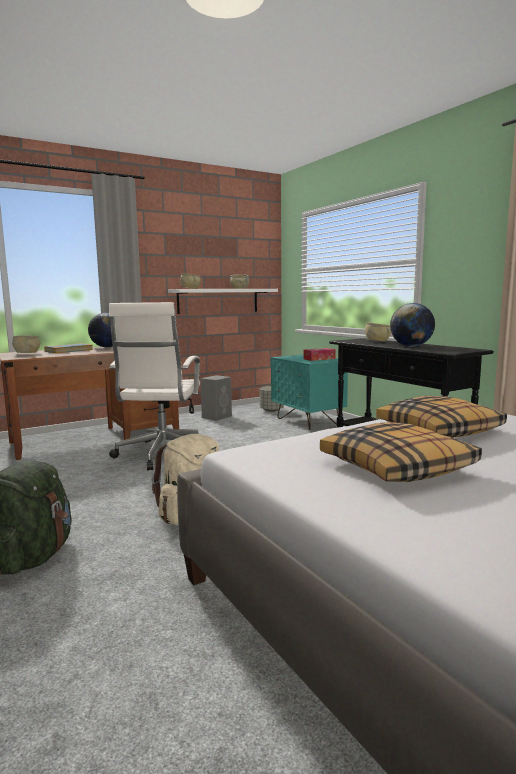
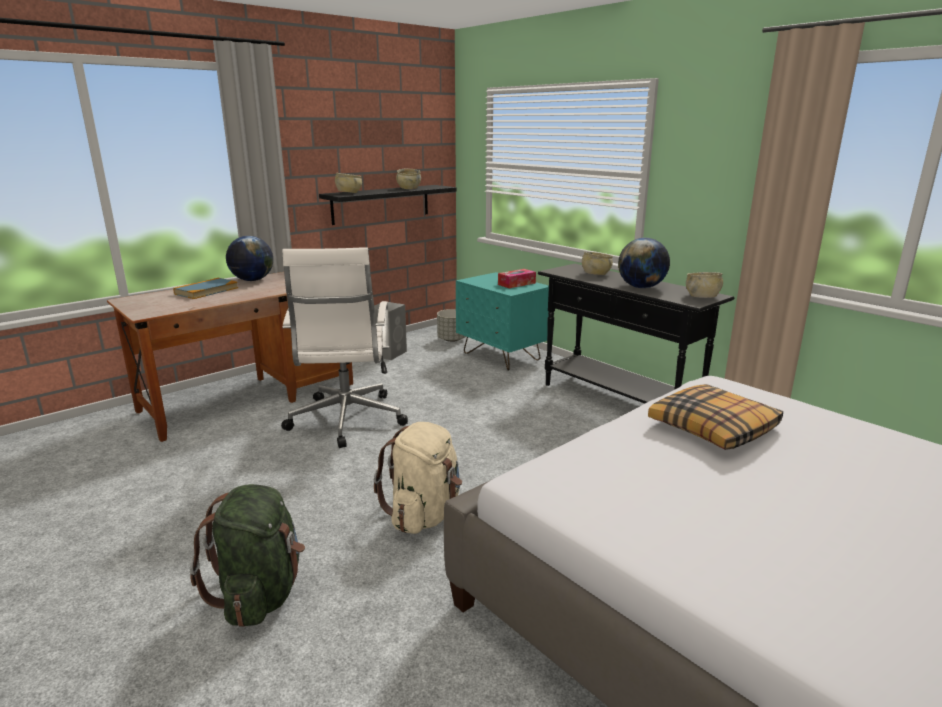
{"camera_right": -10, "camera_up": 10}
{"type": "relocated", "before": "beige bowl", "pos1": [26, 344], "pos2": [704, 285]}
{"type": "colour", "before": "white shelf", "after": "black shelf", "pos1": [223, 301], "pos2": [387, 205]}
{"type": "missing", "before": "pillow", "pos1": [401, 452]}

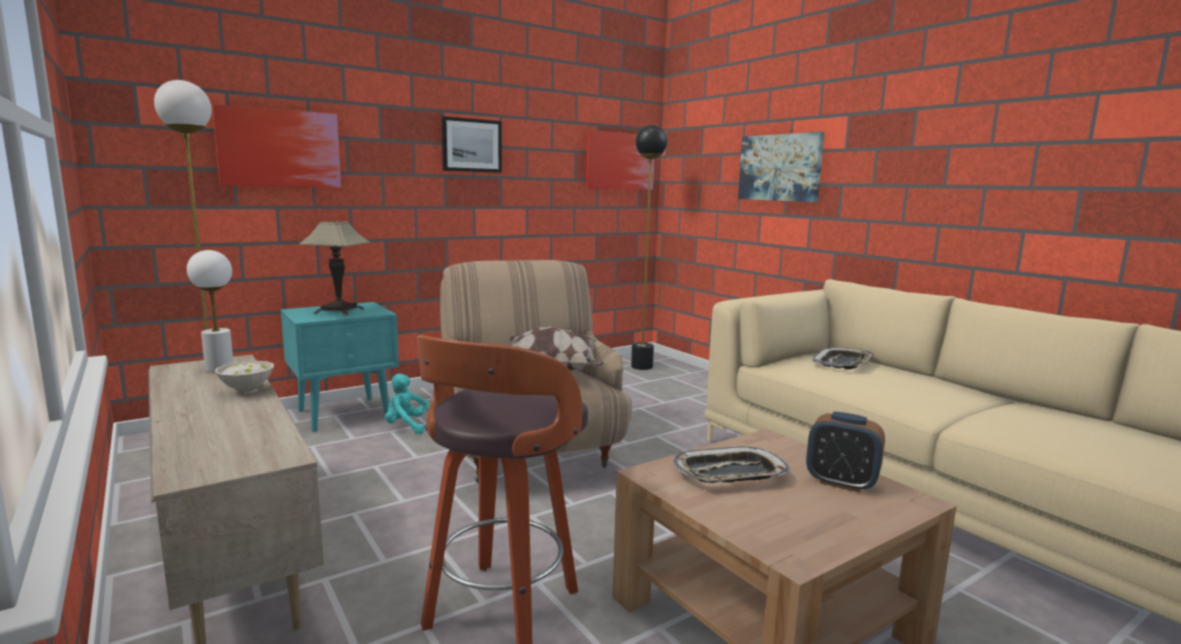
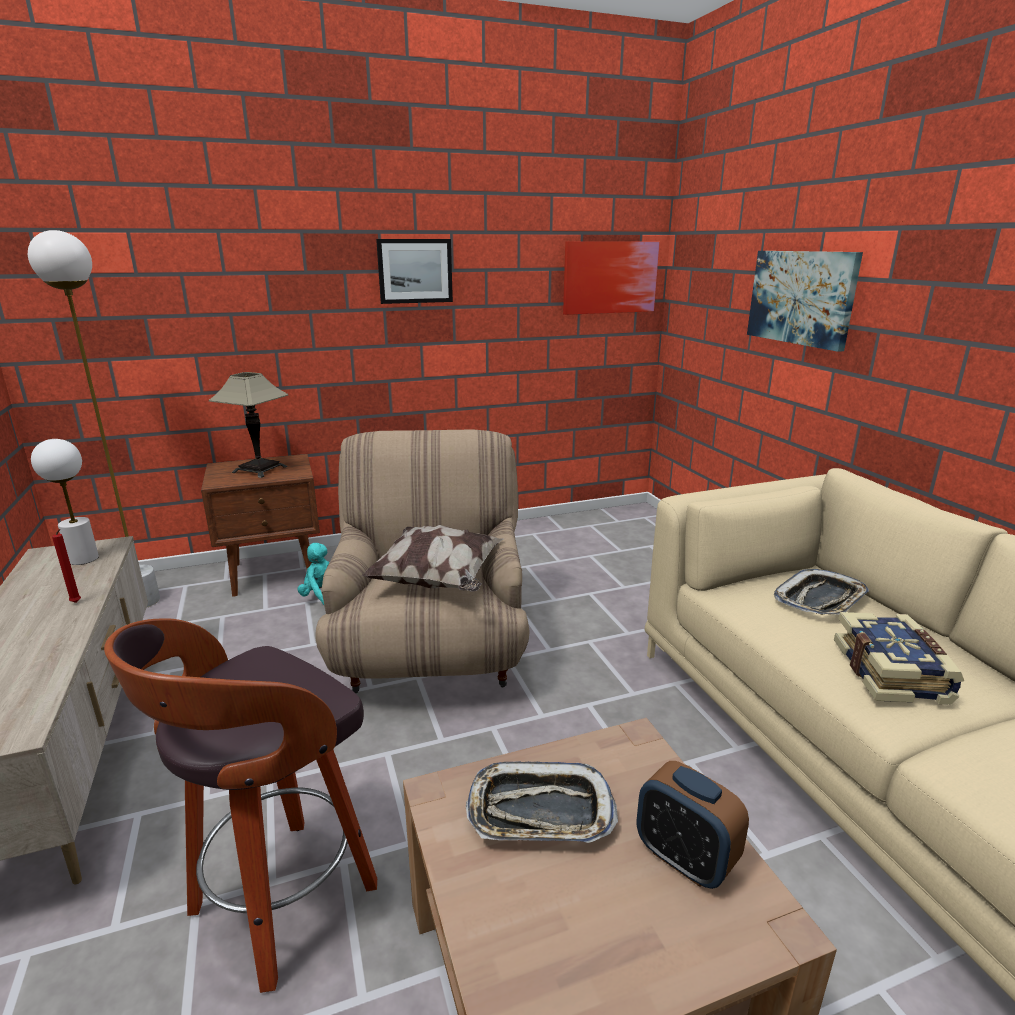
{"camera_right": 15, "camera_up": 10}
{"type": "missing", "before": "picture", "pos1": [276, 146]}
{"type": "exchanged", "before": "white bowl", "after": "red candle", "pos1": [244, 377], "pos2": [66, 566]}
{"type": "colour", "before": "turquoise nightstand", "after": "brown nightstand", "pos1": [339, 367], "pos2": [260, 525]}
{"type": "missing", "before": "black floor lamp", "pos1": [649, 247]}
{"type": "appeared", "after": "book", "pos2": [899, 658]}

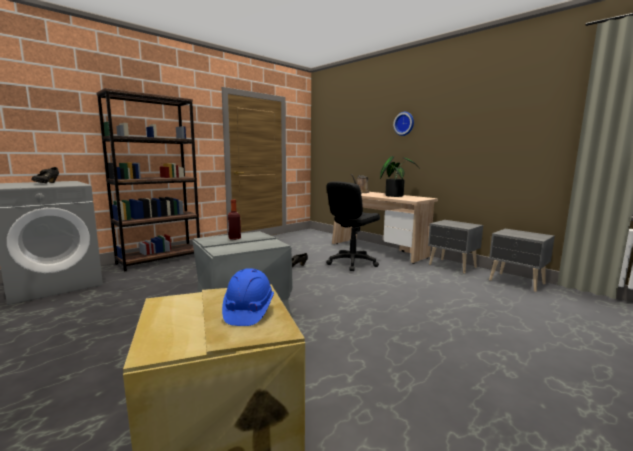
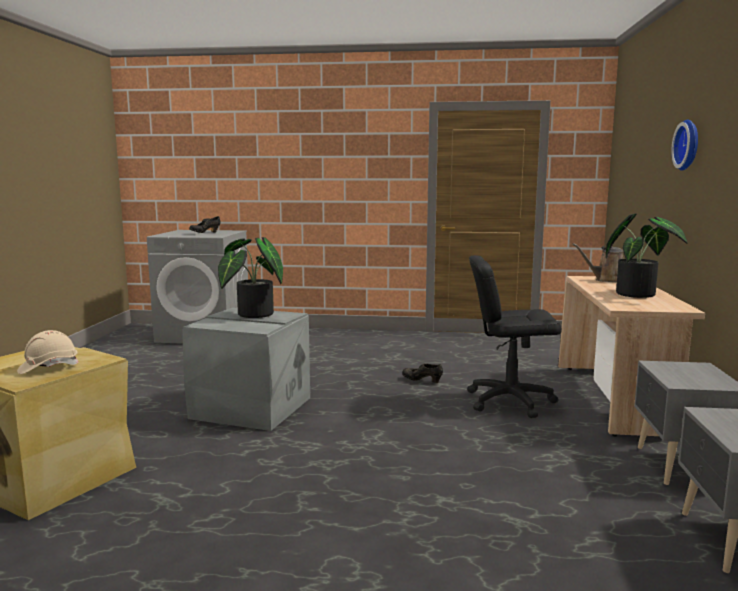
{"camera_right": 50, "camera_up": 0}
{"type": "missing", "before": "brown bookcase", "pos1": [148, 180]}
{"type": "colour", "before": "blue hard hat", "after": "beige hard hat", "pos1": [248, 297], "pos2": [48, 352]}
{"type": "exchanged", "before": "bottle", "after": "potted plant", "pos1": [234, 220], "pos2": [250, 277]}

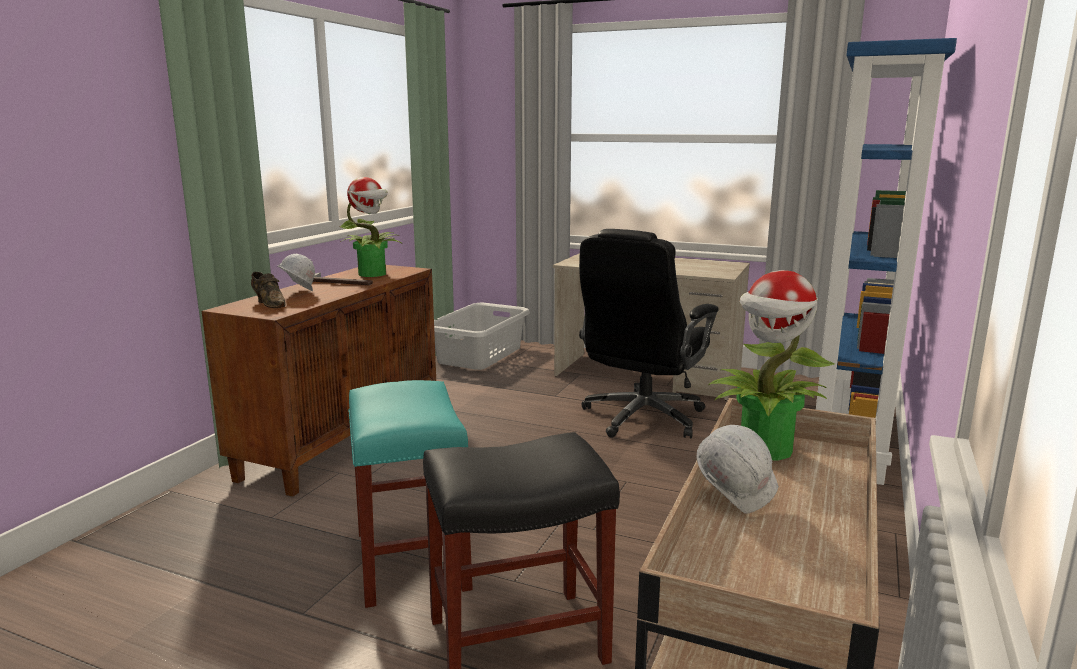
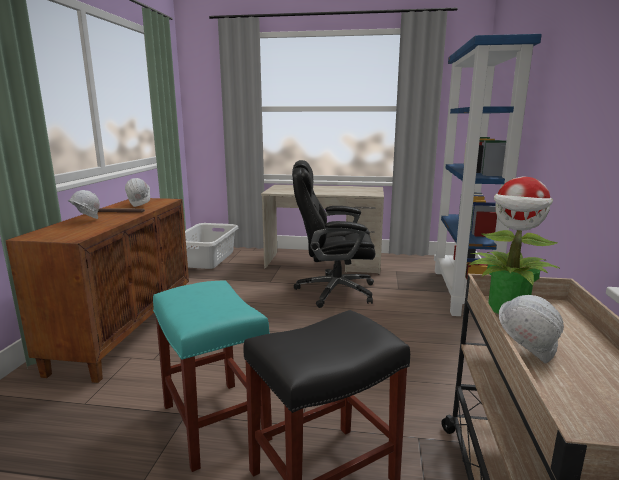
{"camera_right": -15, "camera_up": 0}
{"type": "missing", "before": "brown shoe", "pos1": [268, 290]}
{"type": "exchanged", "before": "potted plant", "after": "white hard hat", "pos1": [370, 227], "pos2": [137, 192]}
{"type": "spun", "before": "black office chair", "pos1": [649, 333], "pos2": [333, 234], "turn": 75}

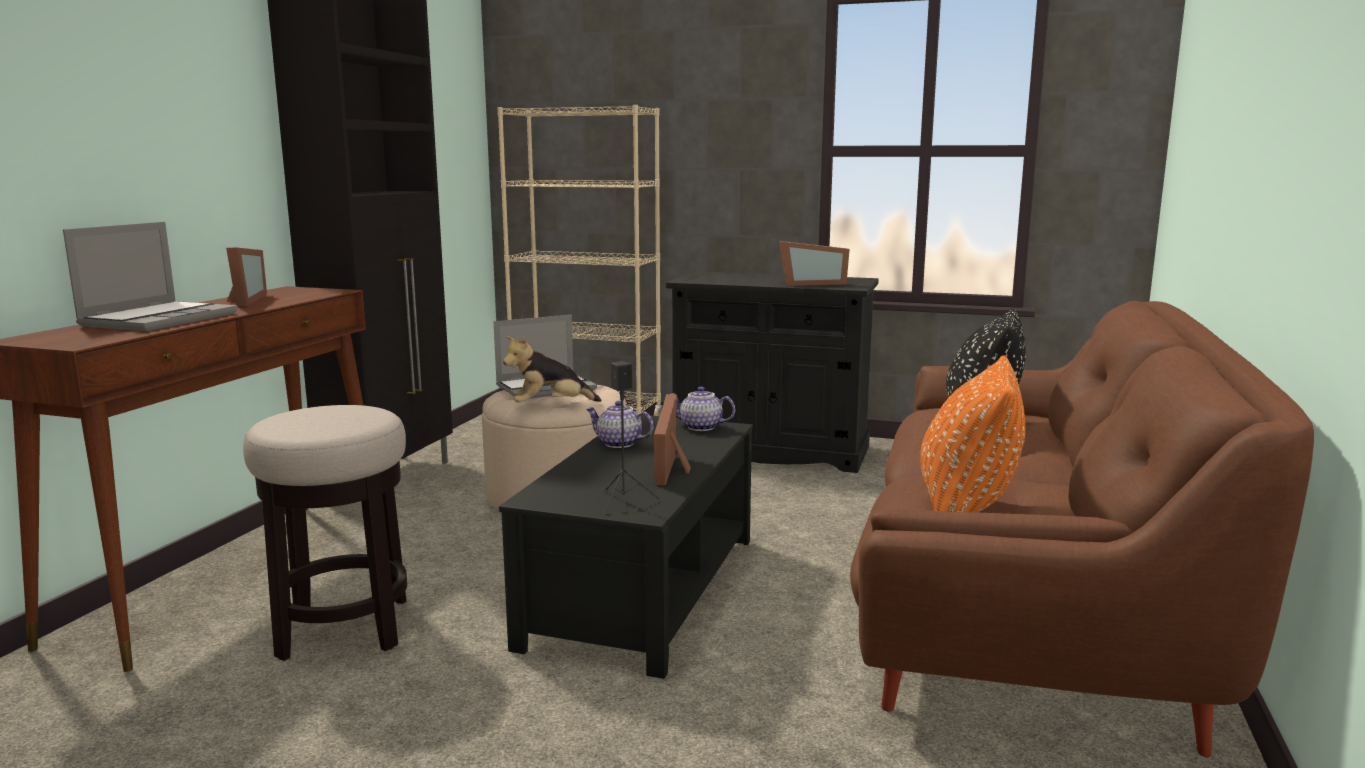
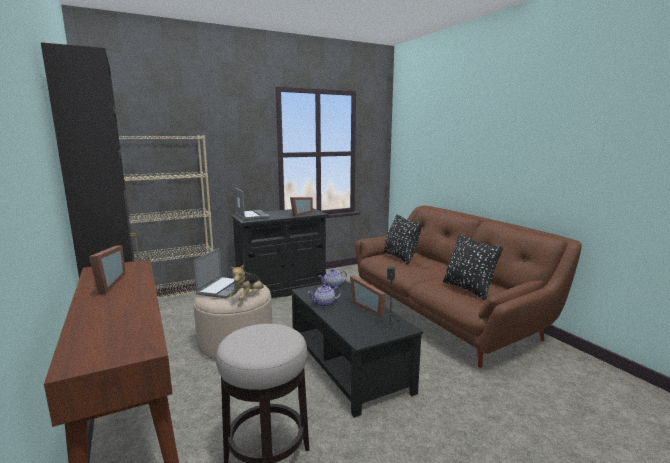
{"camera_right": -45, "camera_up": 0}
{"type": "relocated", "before": "laptop", "pos1": [150, 276], "pos2": [252, 203]}
{"type": "spun", "before": "picture frame", "pos1": [246, 277], "pos2": [107, 270], "turn": 45}
{"type": "colour", "before": "orange pillow", "after": "black pillow", "pos1": [973, 434], "pos2": [473, 267]}

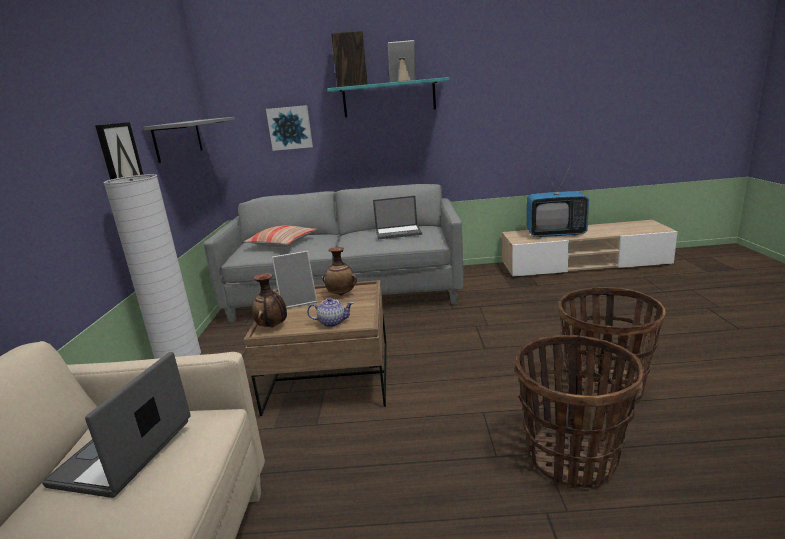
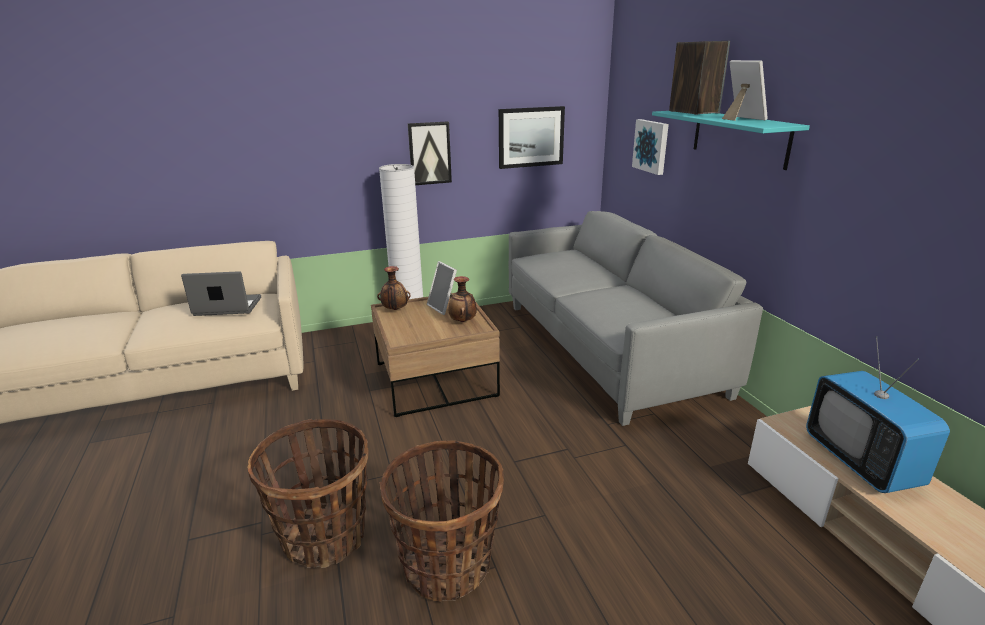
{"camera_right": 70, "camera_up": 5}
{"type": "exchanged", "before": "grey shelf", "after": "picture", "pos1": [189, 140], "pos2": [532, 137]}
{"type": "missing", "before": "pillow", "pos1": [280, 236]}
{"type": "missing", "before": "teapot", "pos1": [330, 312]}
{"type": "missing", "before": "laptop", "pos1": [397, 217]}

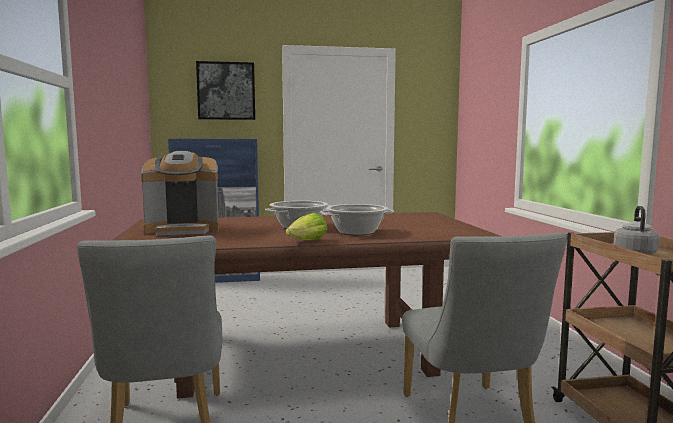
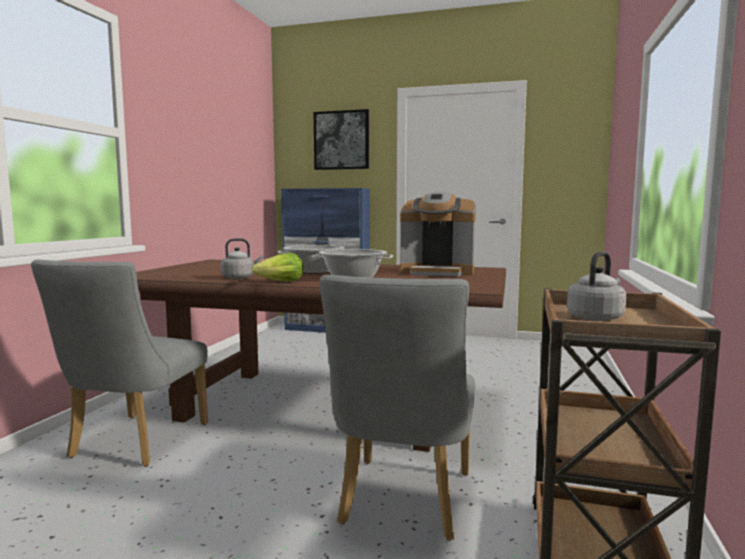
{"camera_right": 25, "camera_up": 0}
{"type": "relocated", "before": "coffee machine", "pos1": [180, 193], "pos2": [438, 234]}
{"type": "appeared", "after": "grey kettle", "pos2": [242, 258]}

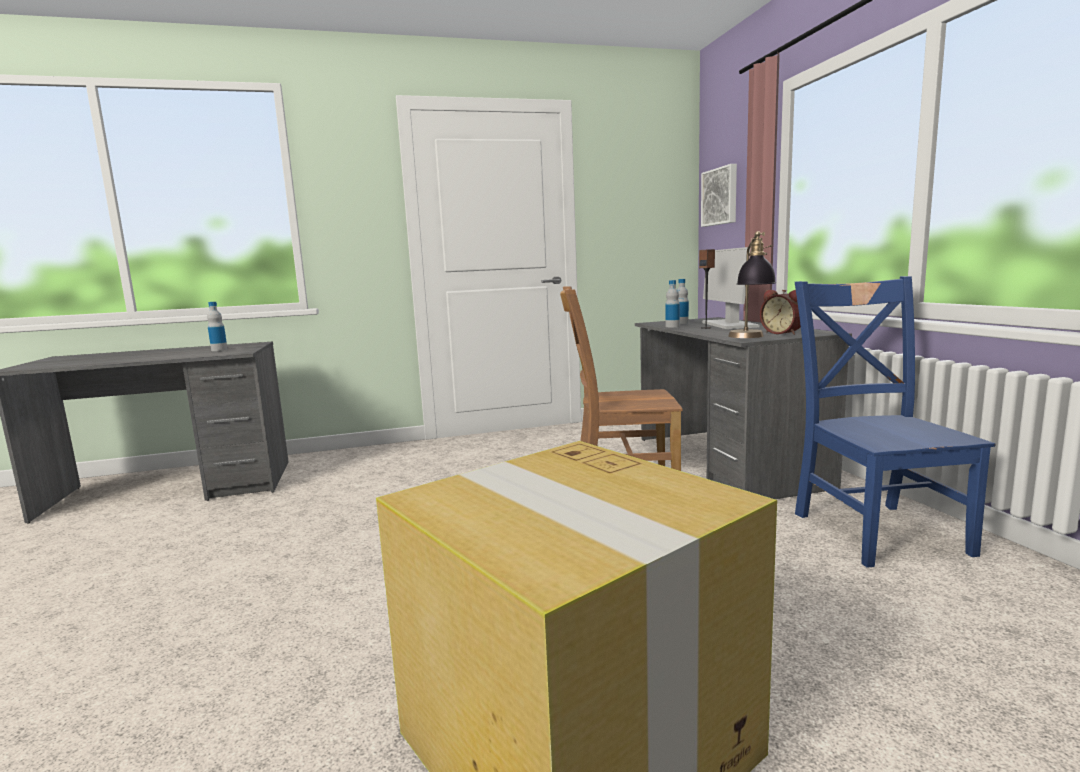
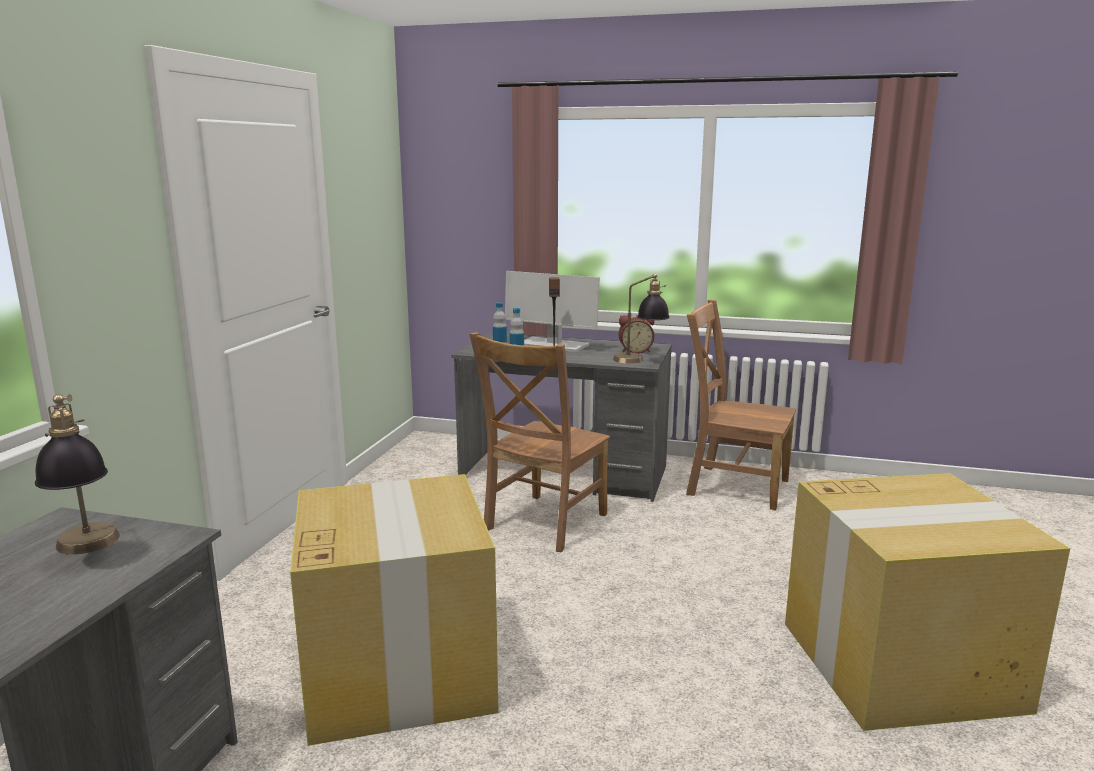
{"camera_right": -60, "camera_up": 5}
{"type": "exchanged", "before": "bottle", "after": "table lamp", "pos1": [217, 326], "pos2": [77, 474]}
{"type": "missing", "before": "picture", "pos1": [719, 195]}
{"type": "colour", "before": "blue chair", "after": "brown chair", "pos1": [895, 422], "pos2": [741, 405]}
{"type": "appeared", "after": "cardboard box", "pos2": [394, 610]}

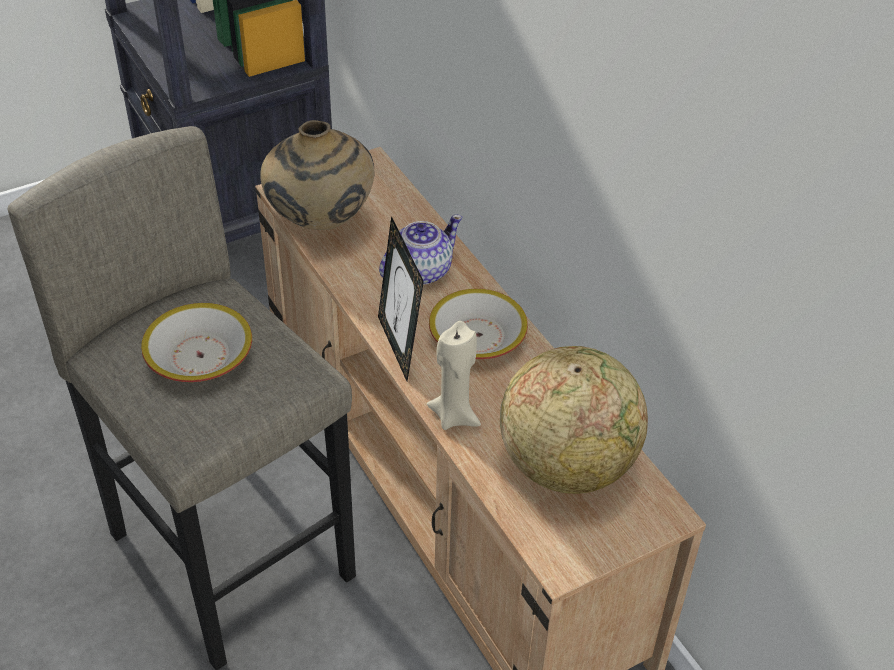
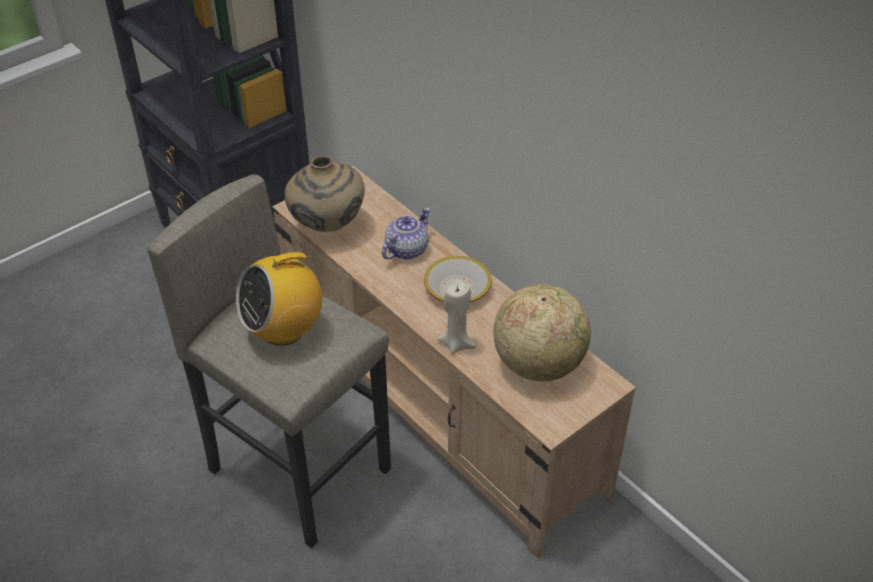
{"camera_right": -10, "camera_up": 0}
{"type": "exchanged", "before": "bowl", "after": "radio", "pos1": [196, 342], "pos2": [279, 294]}
{"type": "missing", "before": "picture frame", "pos1": [401, 298]}

